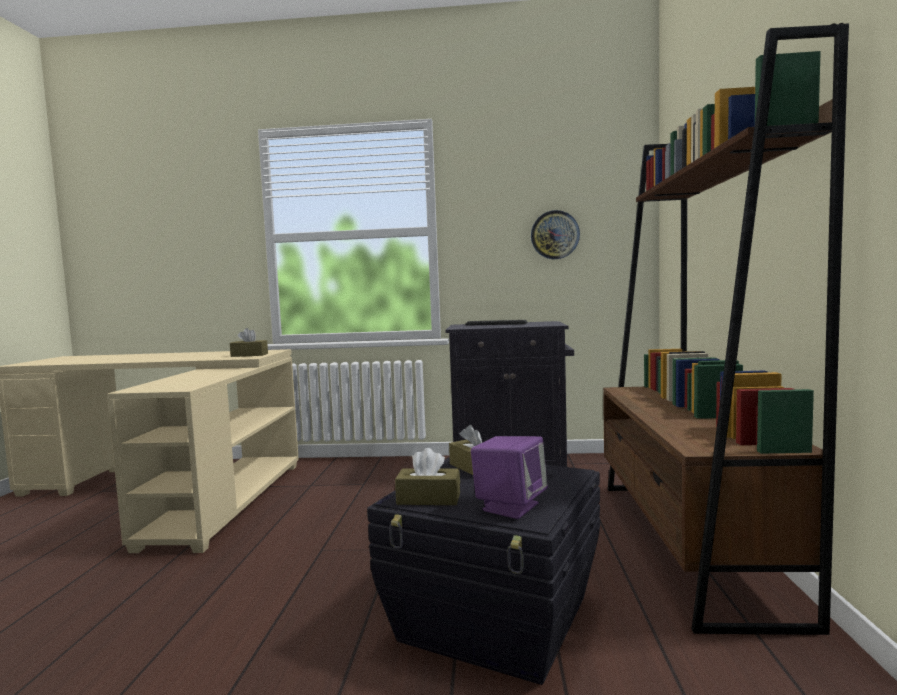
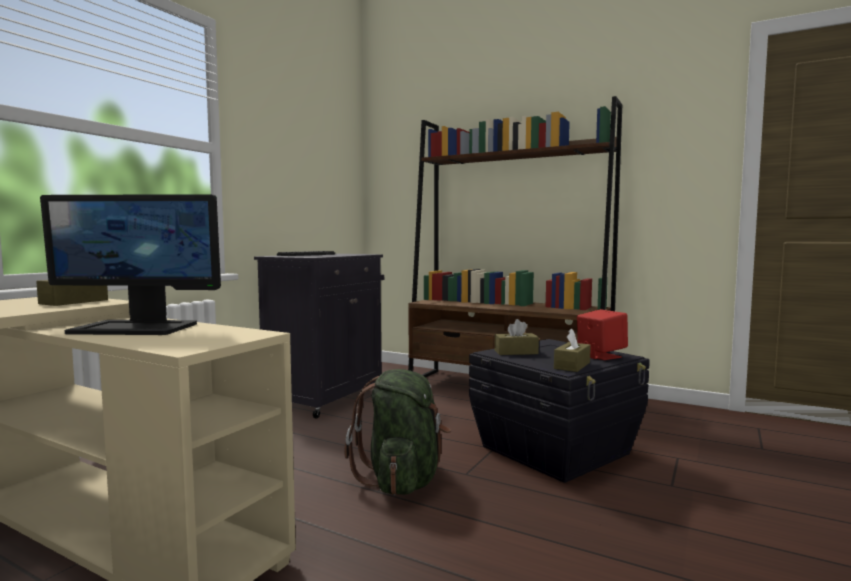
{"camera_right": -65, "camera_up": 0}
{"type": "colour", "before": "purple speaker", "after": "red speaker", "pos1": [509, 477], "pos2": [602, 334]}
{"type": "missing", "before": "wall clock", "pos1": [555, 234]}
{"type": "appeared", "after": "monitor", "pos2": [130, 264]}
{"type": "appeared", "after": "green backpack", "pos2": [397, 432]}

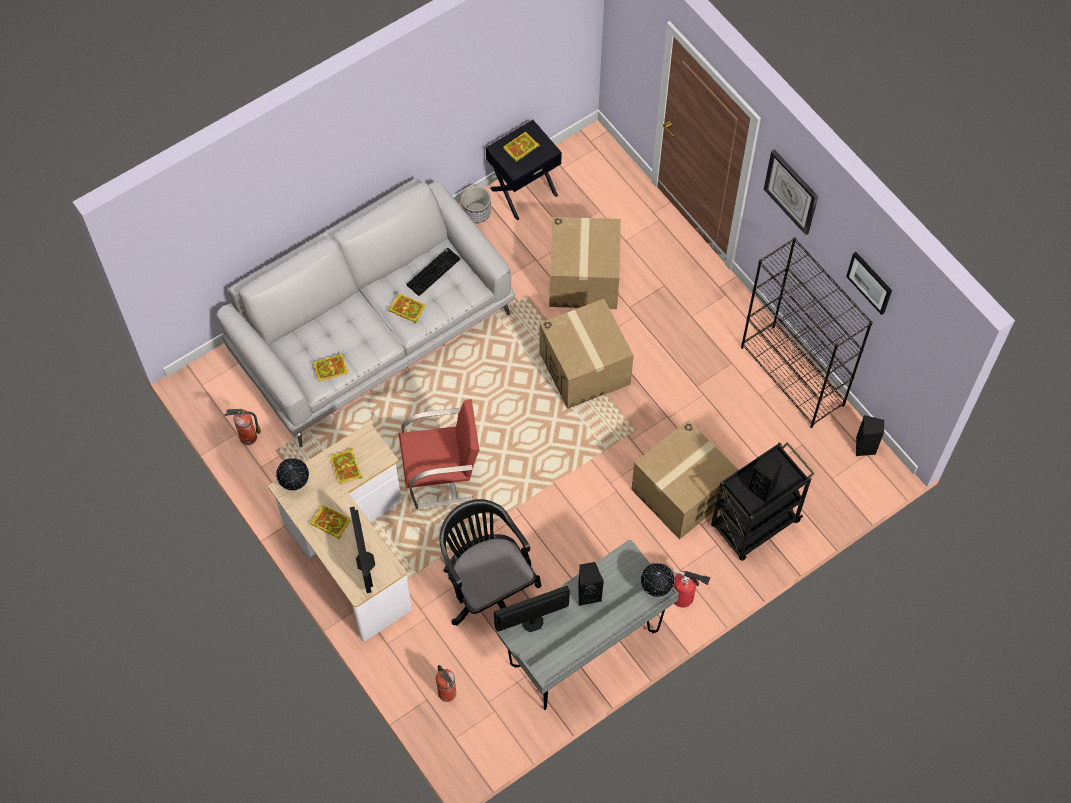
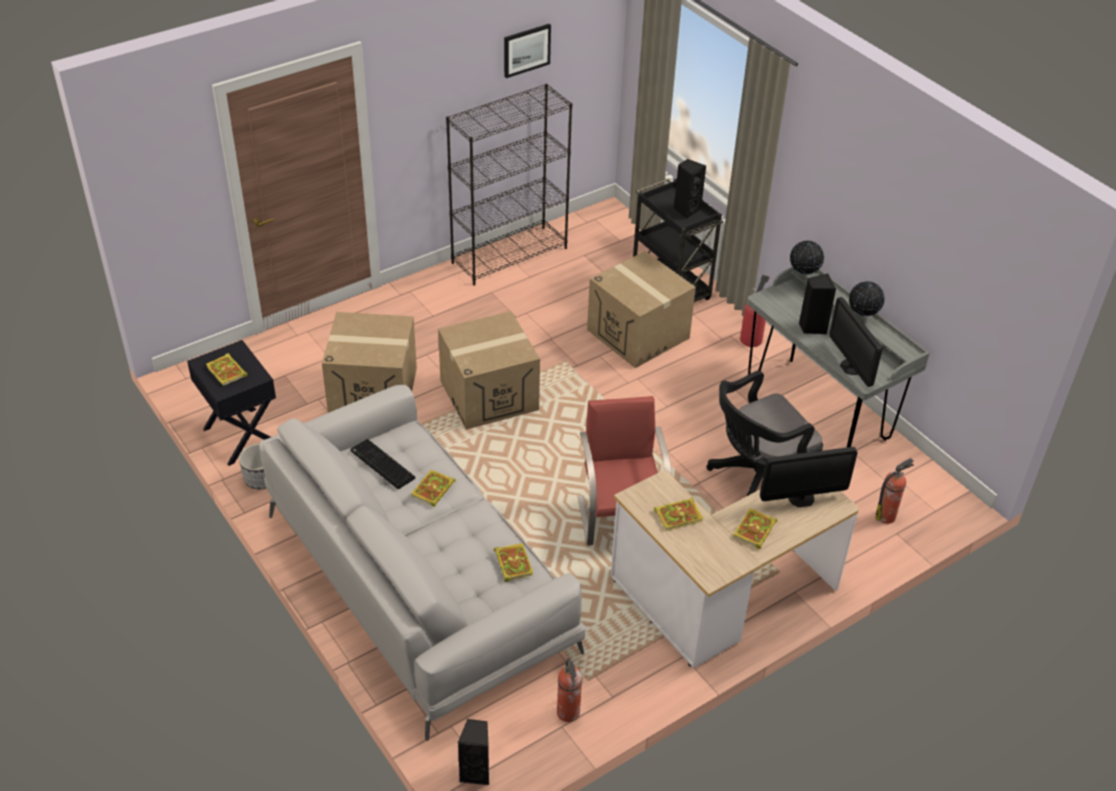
{"camera_right": -90, "camera_up": -20}
{"type": "relocated", "before": "globe", "pos1": [292, 474], "pos2": [867, 298]}
{"type": "missing", "before": "wall clock", "pos1": [791, 192]}
{"type": "relocated", "before": "black speaker", "pos1": [870, 435], "pos2": [473, 752]}

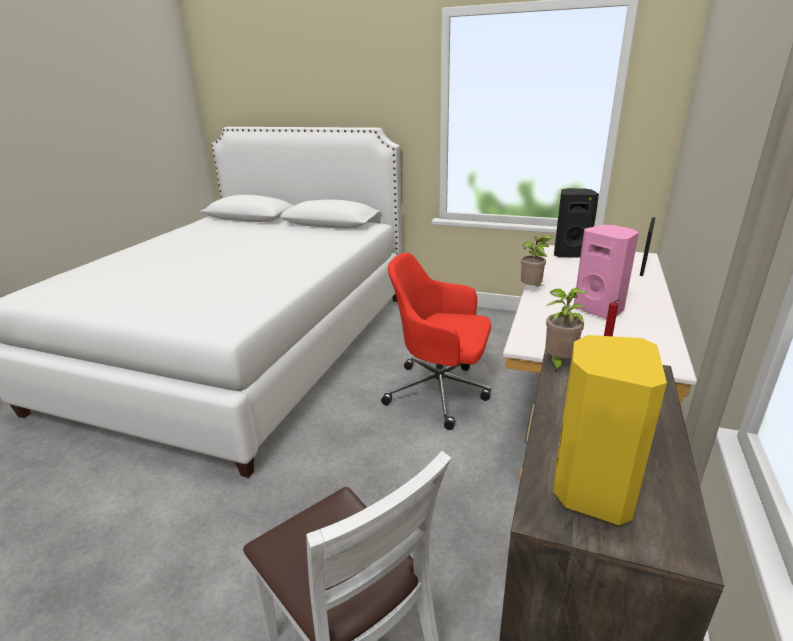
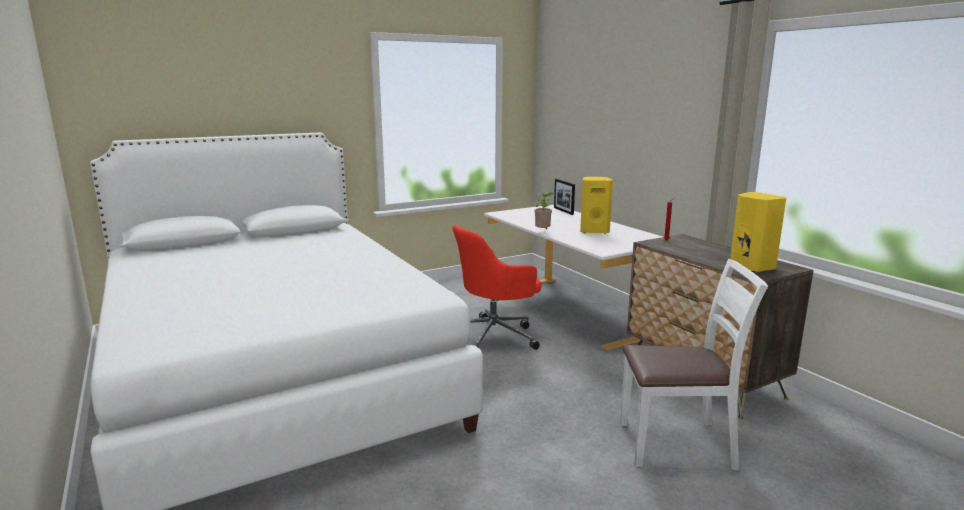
{"camera_right": -50, "camera_up": -10}
{"type": "missing", "before": "potted plant", "pos1": [566, 330]}
{"type": "missing", "before": "black speaker", "pos1": [576, 223]}
{"type": "colour", "before": "pink speaker", "after": "yellow speaker", "pos1": [606, 272], "pos2": [596, 205]}

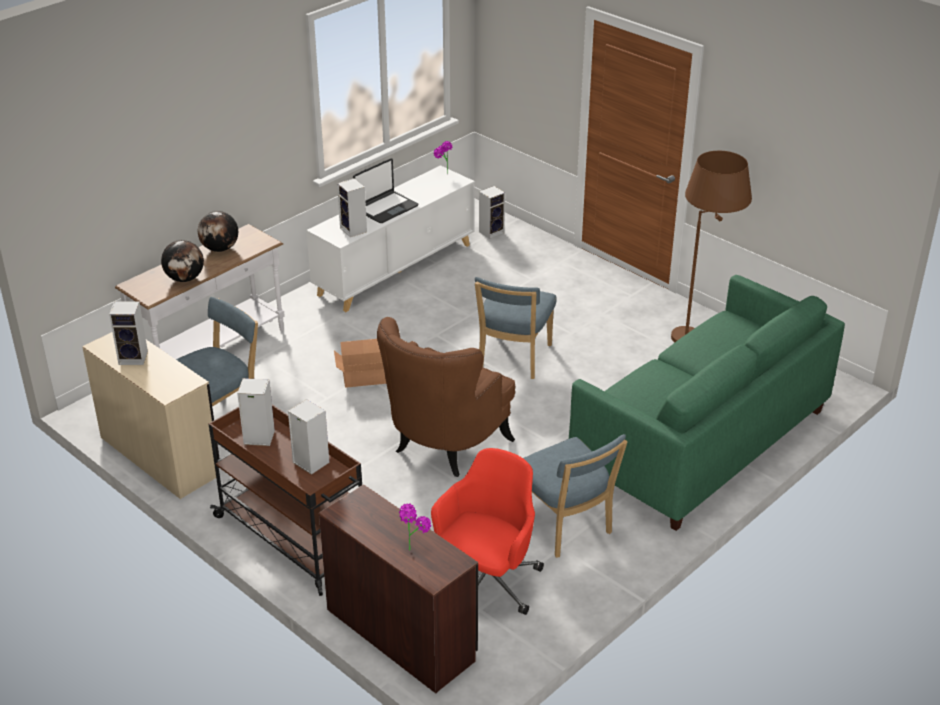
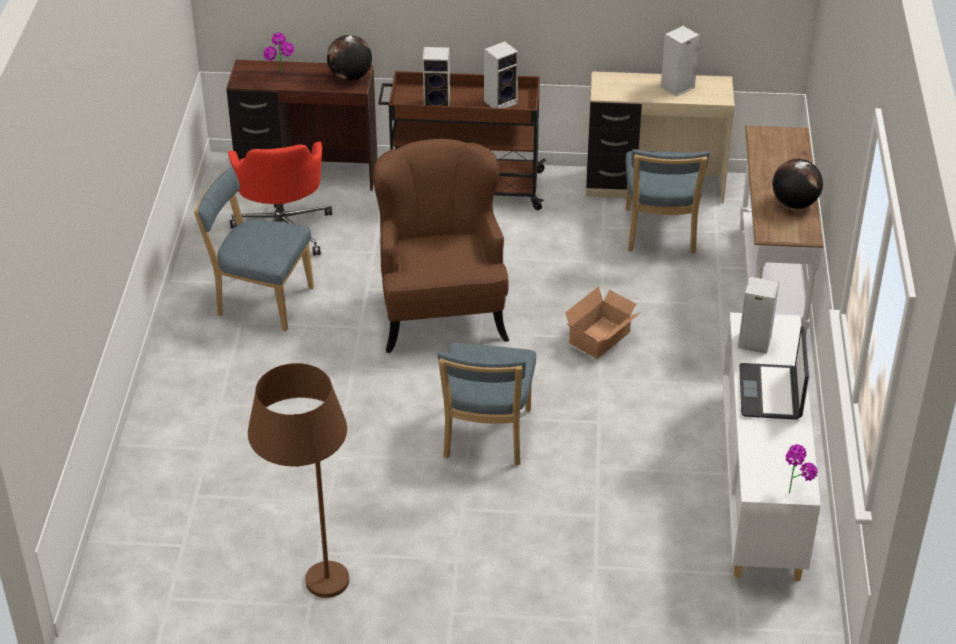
{"camera_right": 140, "camera_up": 5}
{"type": "relocated", "before": "globe", "pos1": [182, 261], "pos2": [349, 58]}
{"type": "spun", "before": "blue chair", "pos1": [515, 328], "pos2": [486, 404], "turn": -150}
{"type": "missing", "before": "speaker", "pos1": [492, 212]}
{"type": "missing", "before": "green sofa", "pos1": [707, 403]}

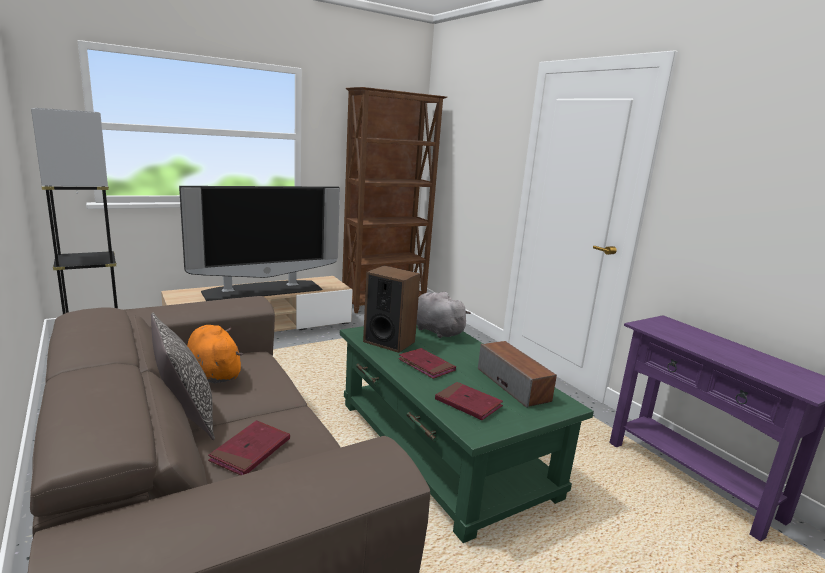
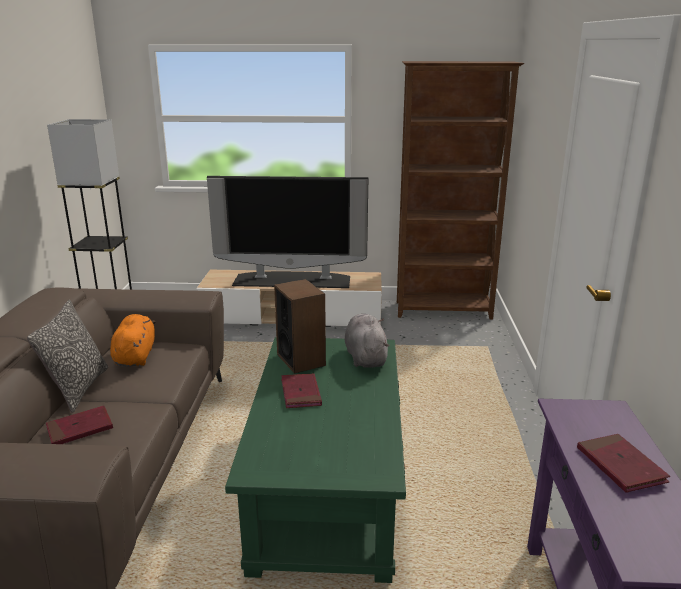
{"camera_right": 35, "camera_up": 5}
{"type": "relocated", "before": "red book", "pos1": [469, 401], "pos2": [623, 463]}
{"type": "missing", "before": "speaker", "pos1": [517, 374]}

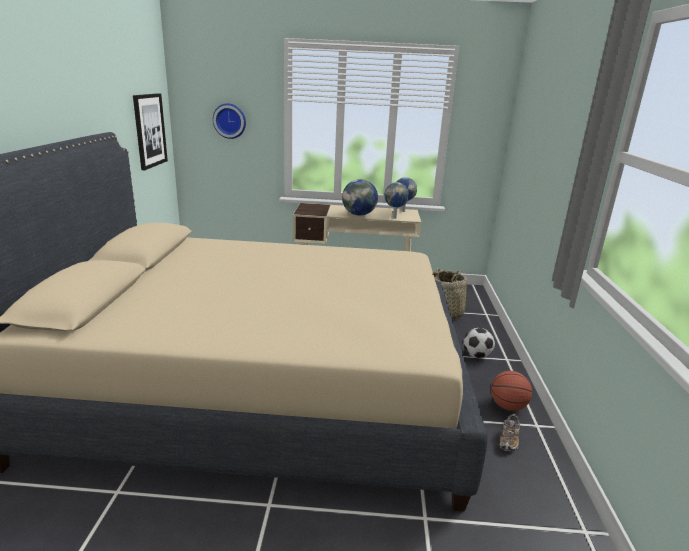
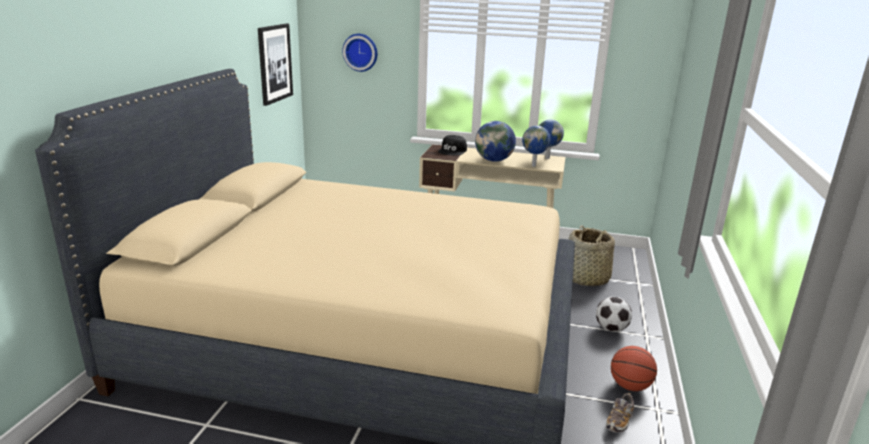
{"camera_right": 10, "camera_up": 0}
{"type": "appeared", "after": "black cap", "pos2": [452, 145]}

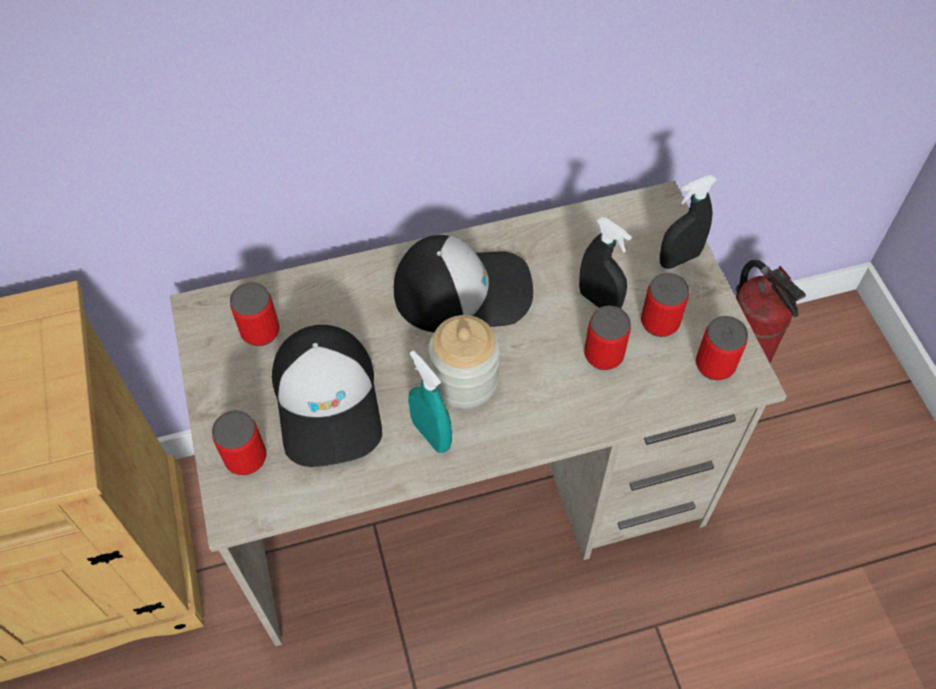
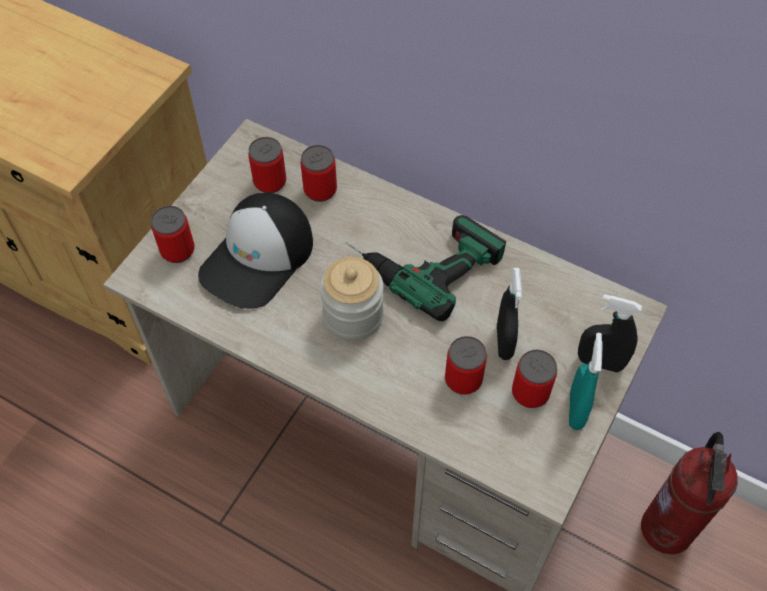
{"camera_right": 45, "camera_up": 0}
{"type": "exchanged", "before": "cap", "after": "power drill", "pos1": [463, 283], "pos2": [426, 268]}
{"type": "relocated", "before": "turquoise spray bottle", "pos1": [430, 401], "pos2": [586, 381]}
{"type": "relocated", "before": "can", "pos1": [722, 348], "pos2": [318, 173]}

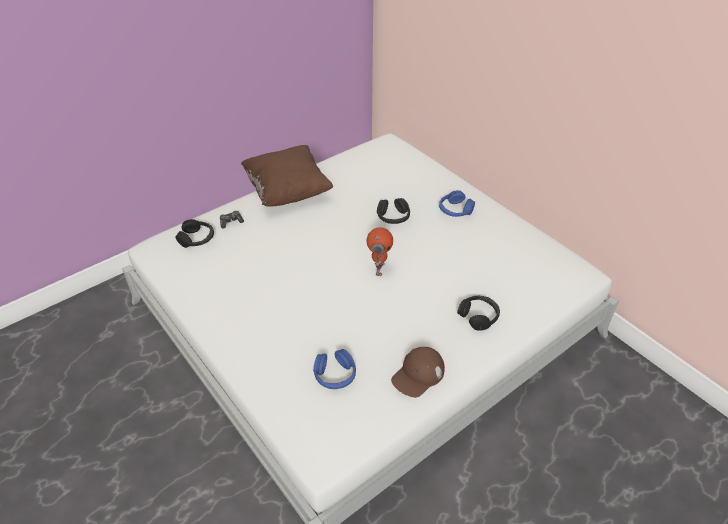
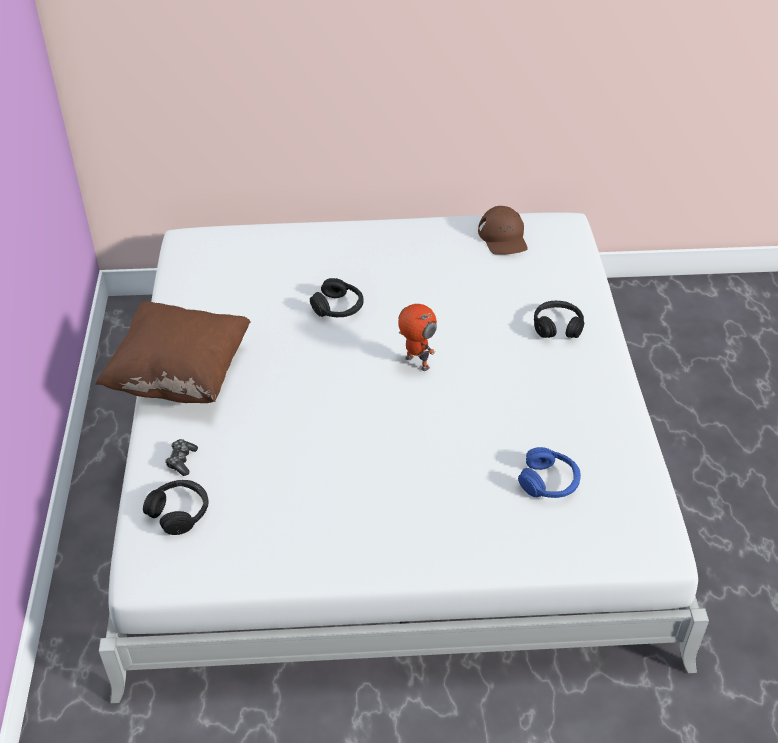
{"camera_right": -55, "camera_up": 0}
{"type": "relocated", "before": "brown cap", "pos1": [418, 372], "pos2": [503, 230]}
{"type": "missing", "before": "blue headphones", "pos1": [457, 203]}

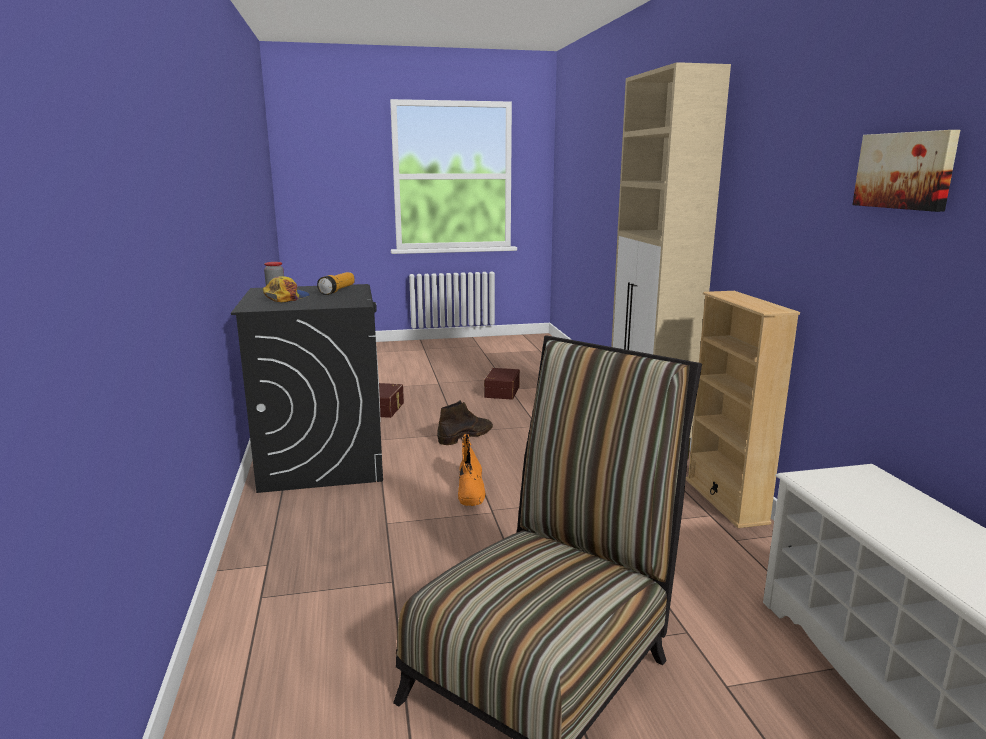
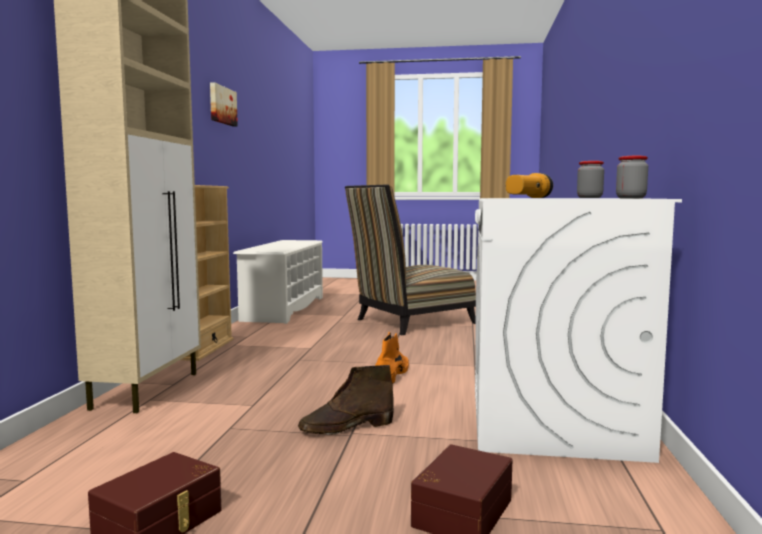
{"camera_right": -160, "camera_up": -10}
{"type": "colour", "before": "black washing machine", "after": "white washing machine", "pos1": [307, 388], "pos2": [578, 330]}
{"type": "exchanged", "before": "cap", "after": "jar", "pos1": [286, 289], "pos2": [590, 179]}

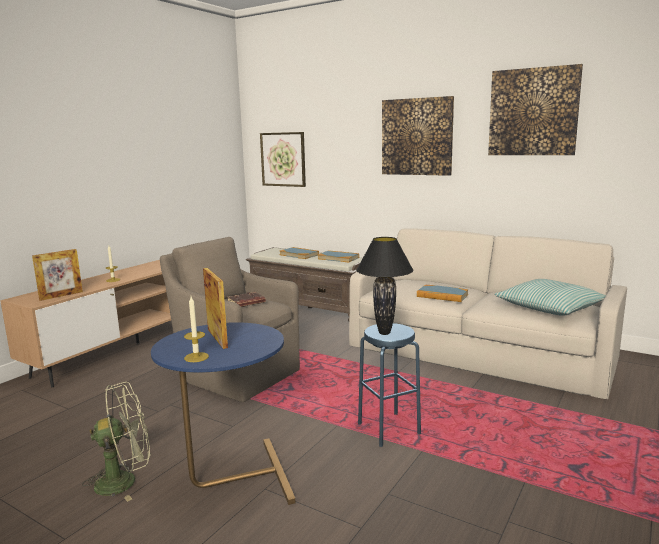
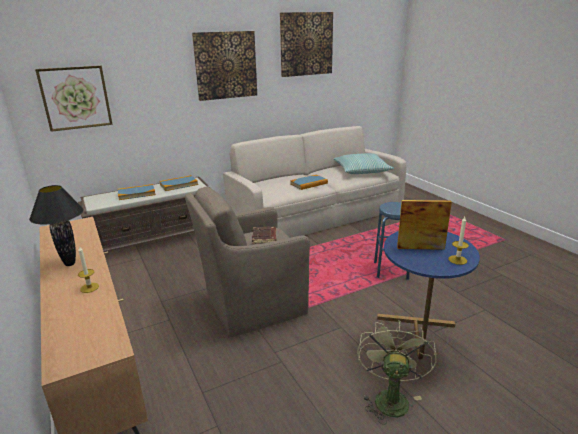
{"camera_right": -60, "camera_up": 10}
{"type": "missing", "before": "picture frame", "pos1": [57, 275]}
{"type": "relocated", "before": "black table lamp", "pos1": [384, 286], "pos2": [56, 225]}

